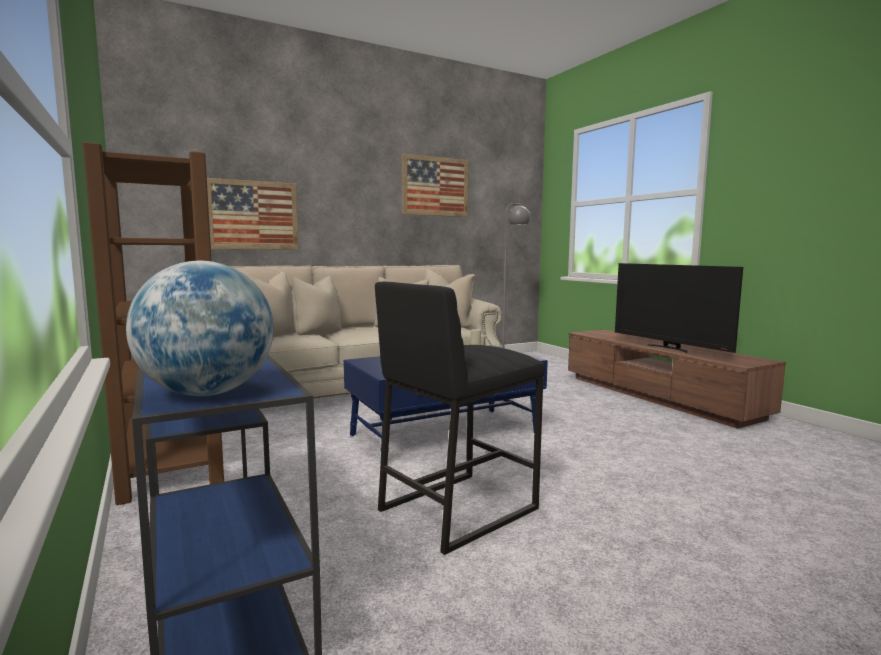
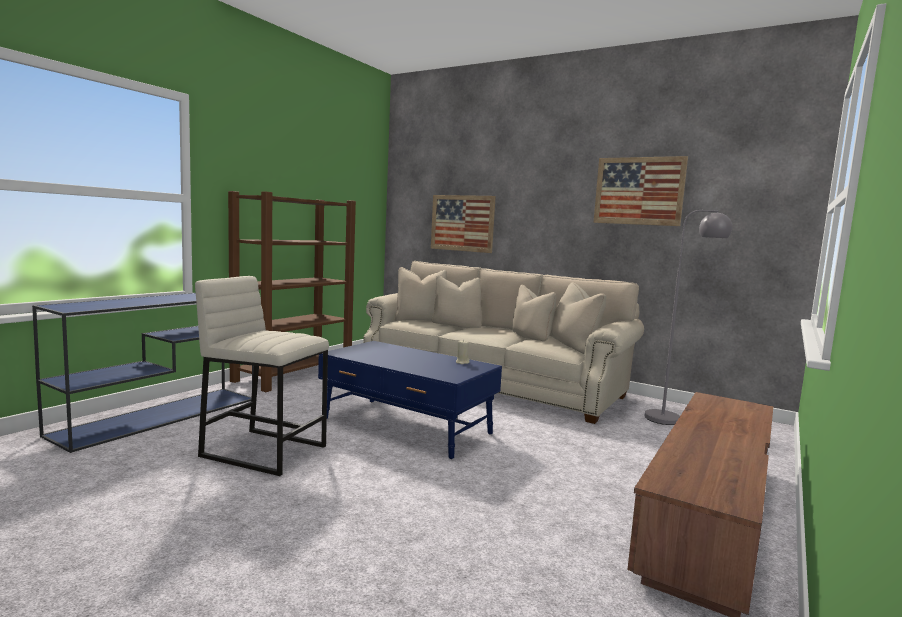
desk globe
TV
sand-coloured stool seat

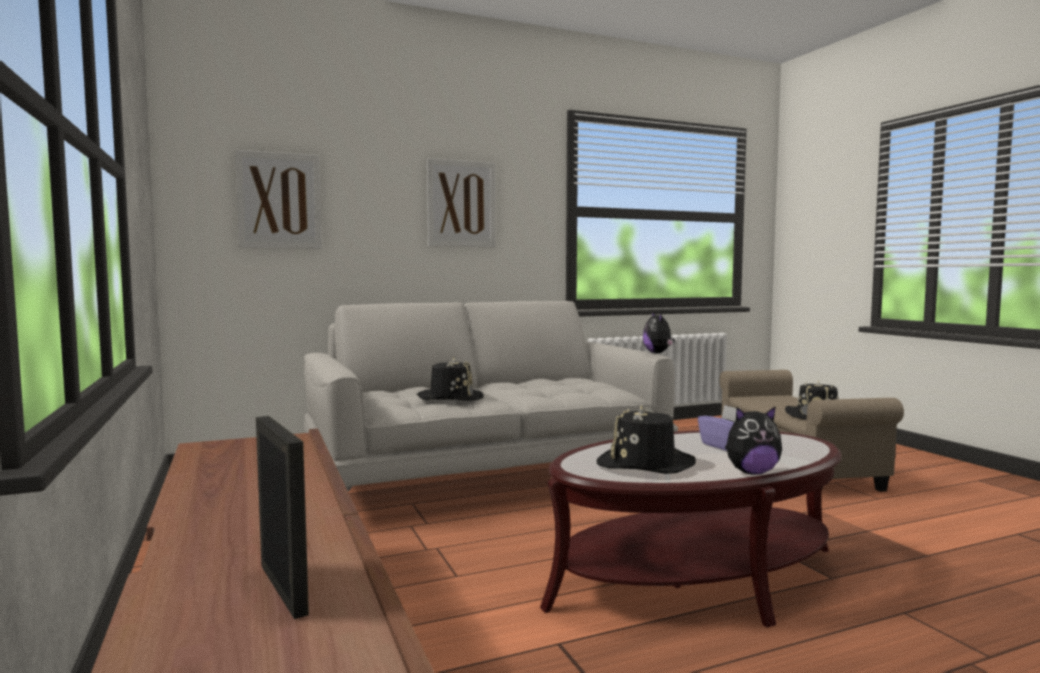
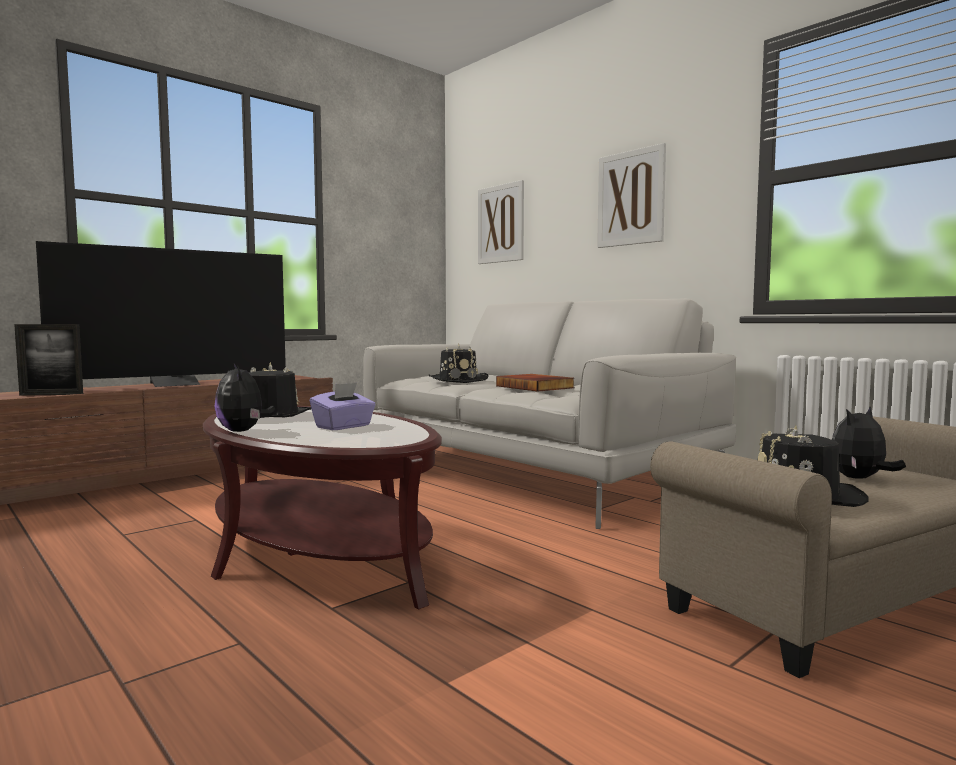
soft toy (no. 2 from left)
standing frame
TV
volume

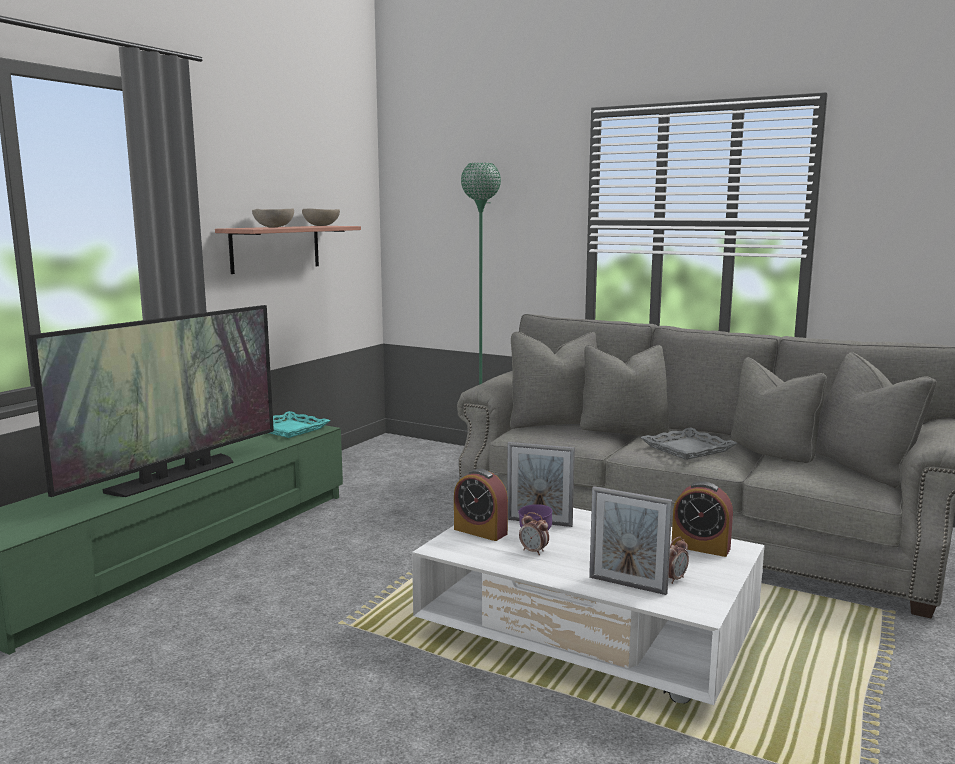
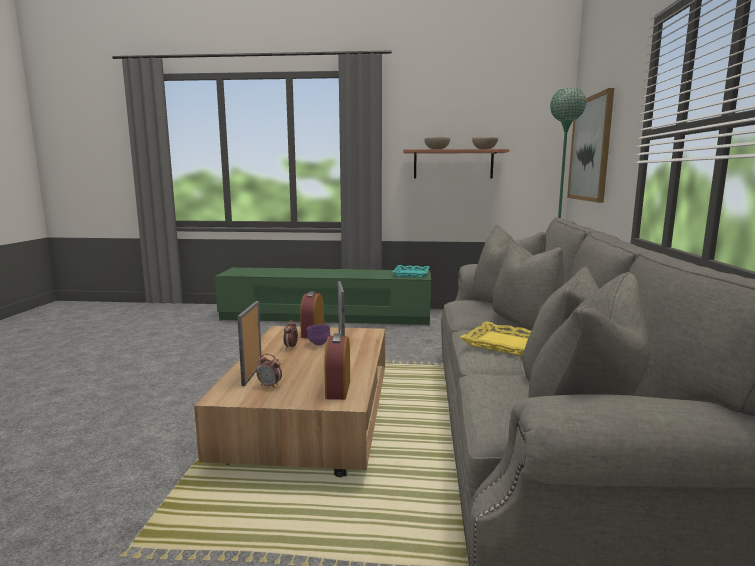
TV
yellowish serving tray
brownish coffee table
wall art

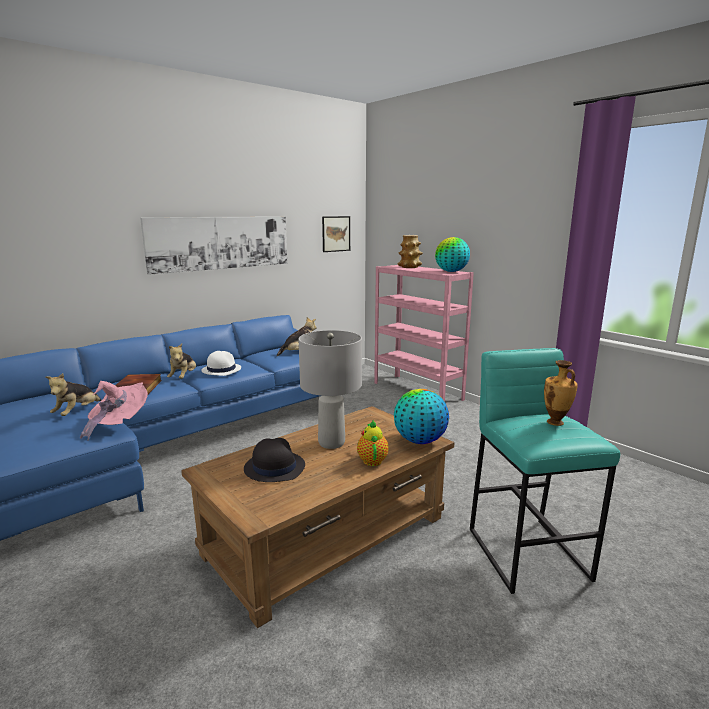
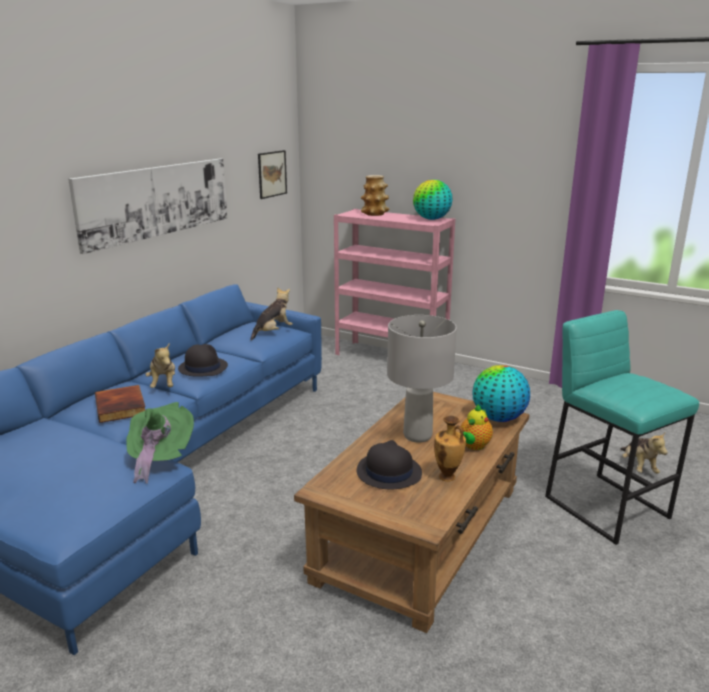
black-coloured clothing hat (no. 1 from left)
decorative vase (no. 2 from left)
soft toy (no. 3 from left)
greenish clothing hat
pot for tea

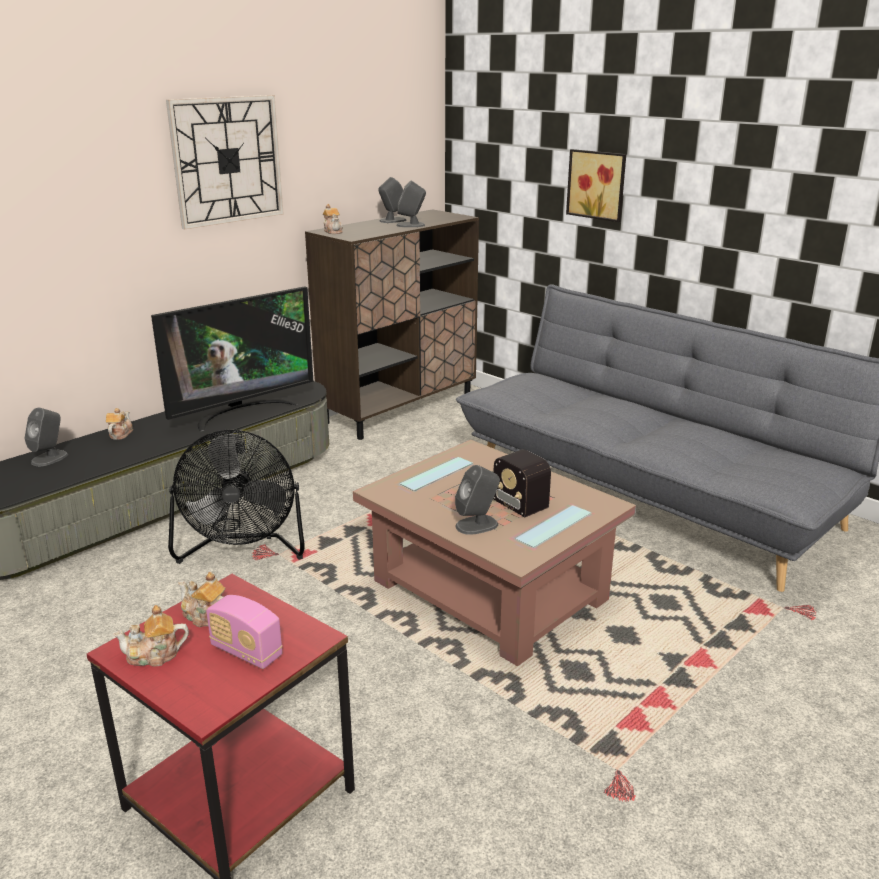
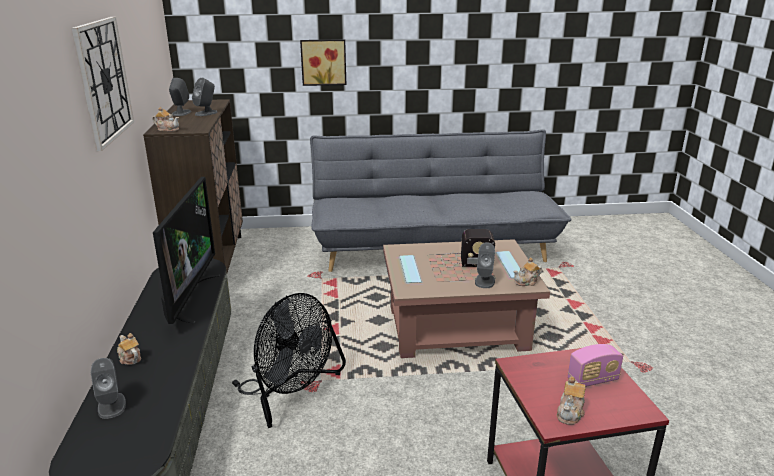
pot for tea (no. 3 from left)

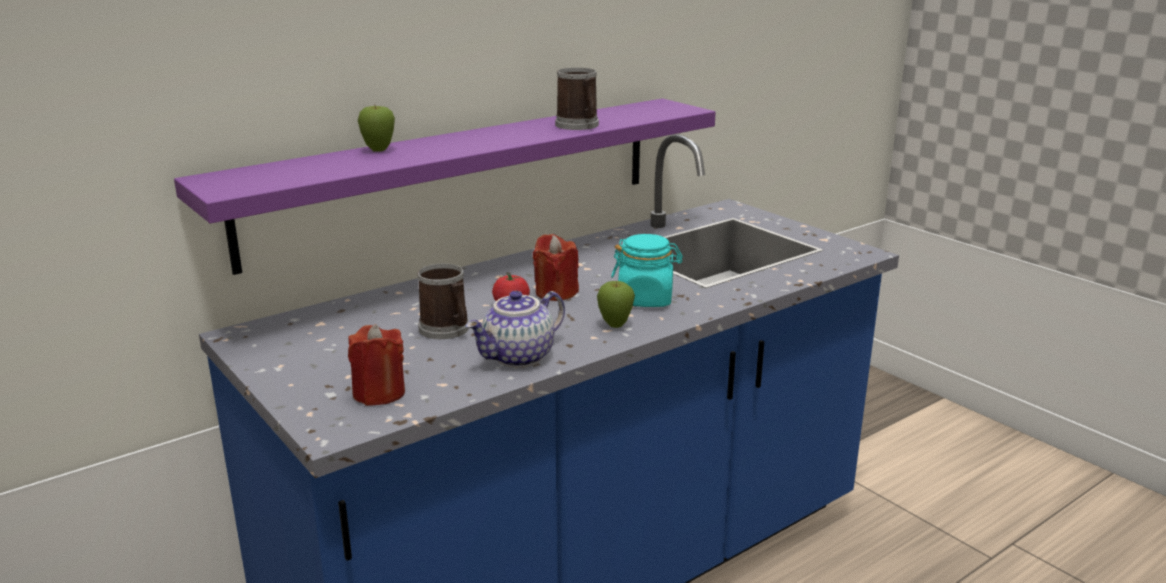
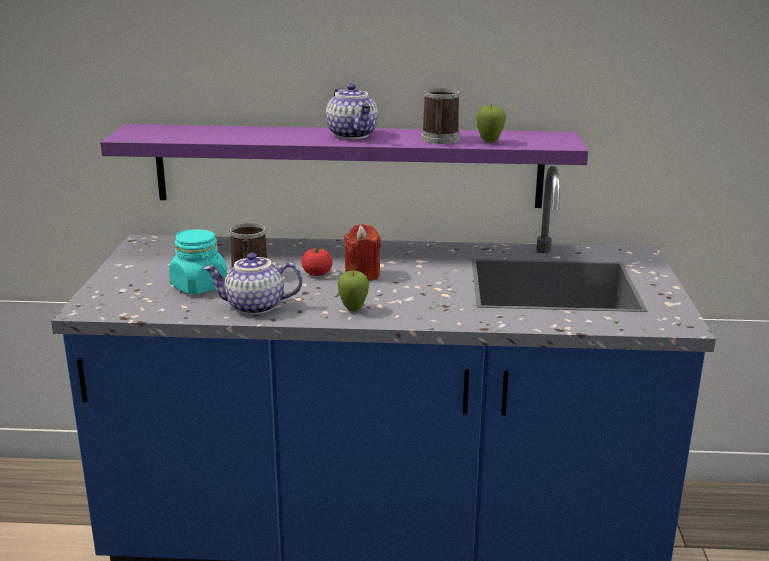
apple (no. 2 from left)
blue-green storage jar
red-coloured candle (no. 1 from left in the first image)
pot for tea (no. 2 from left)

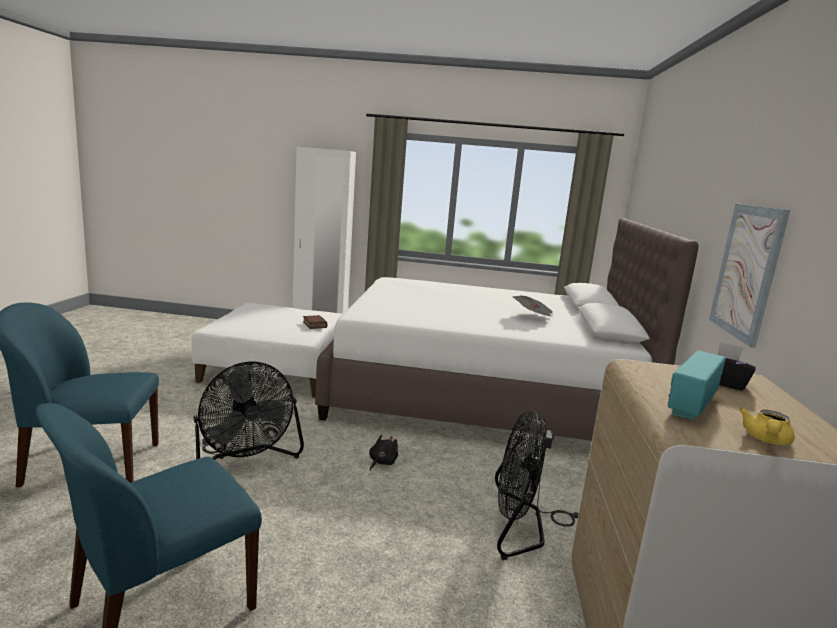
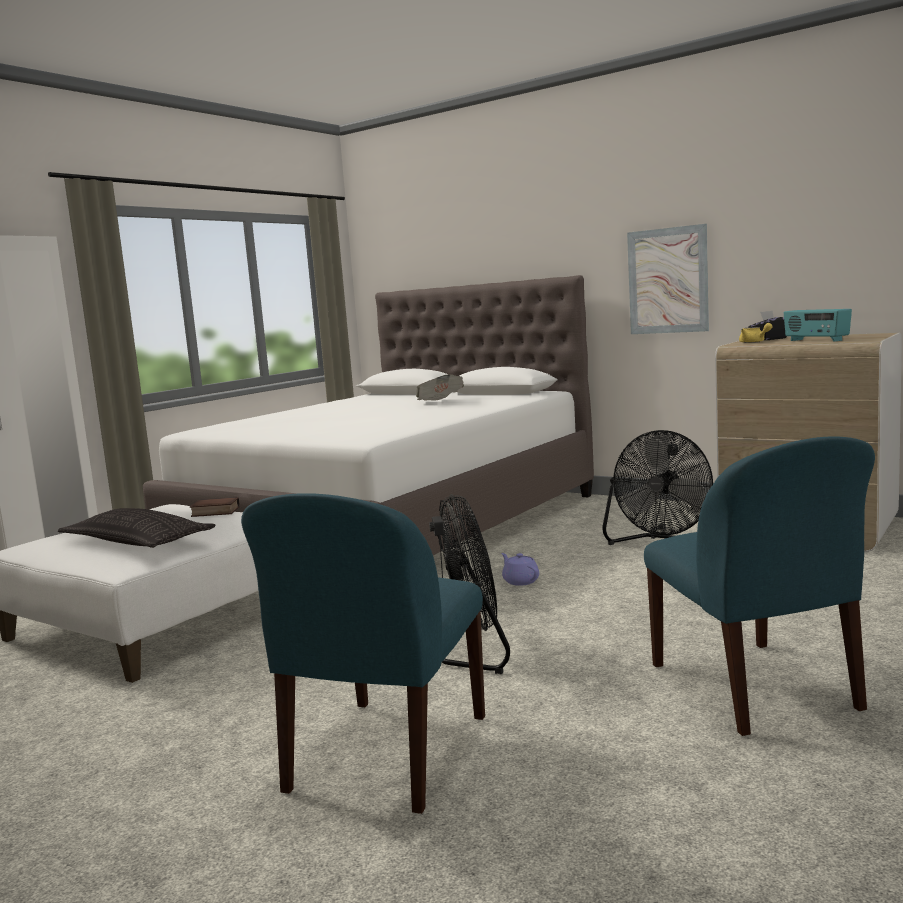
yellowish pot for tea
purple-coloured pot for tea
pillow

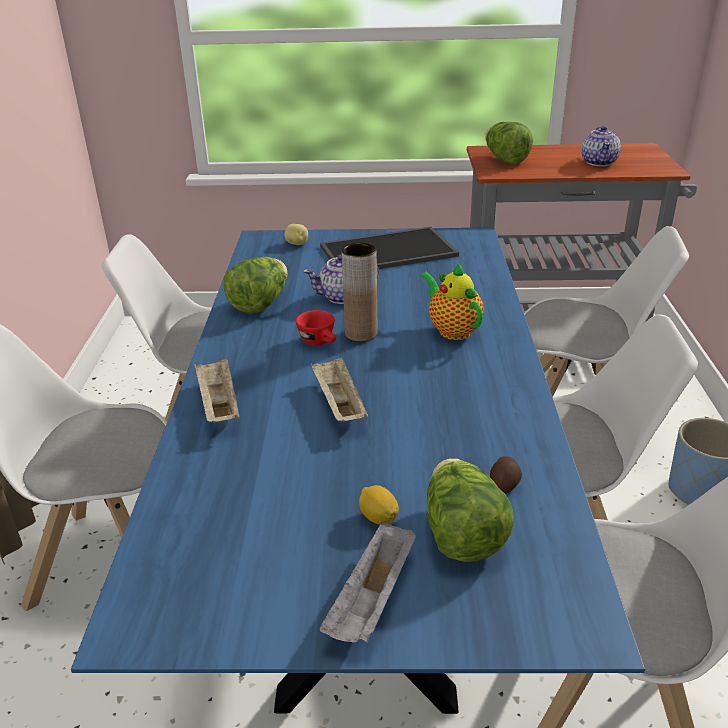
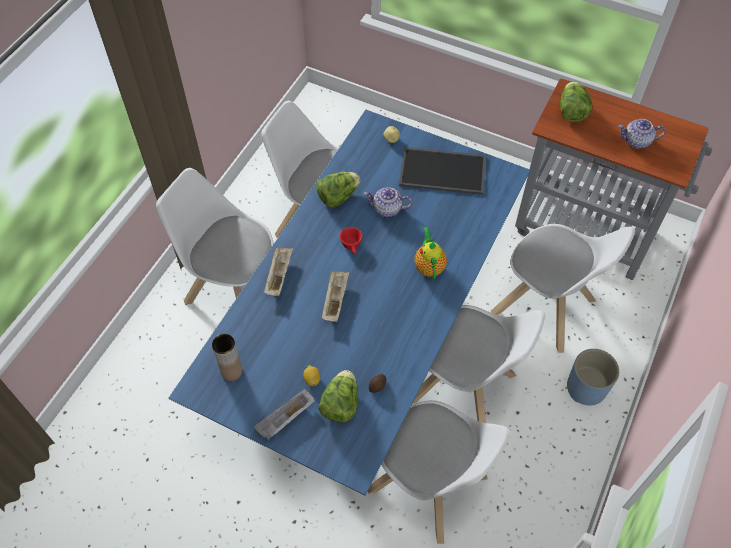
pot for tea (no. 3 from left)
brownish decorative vase

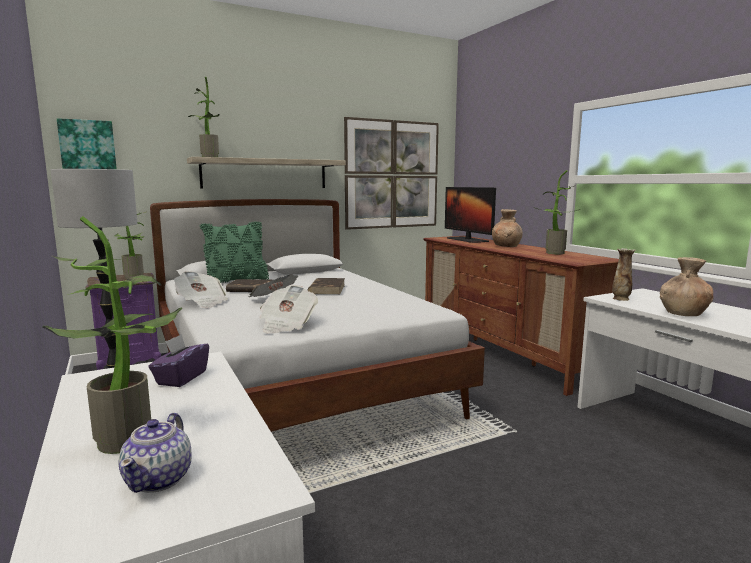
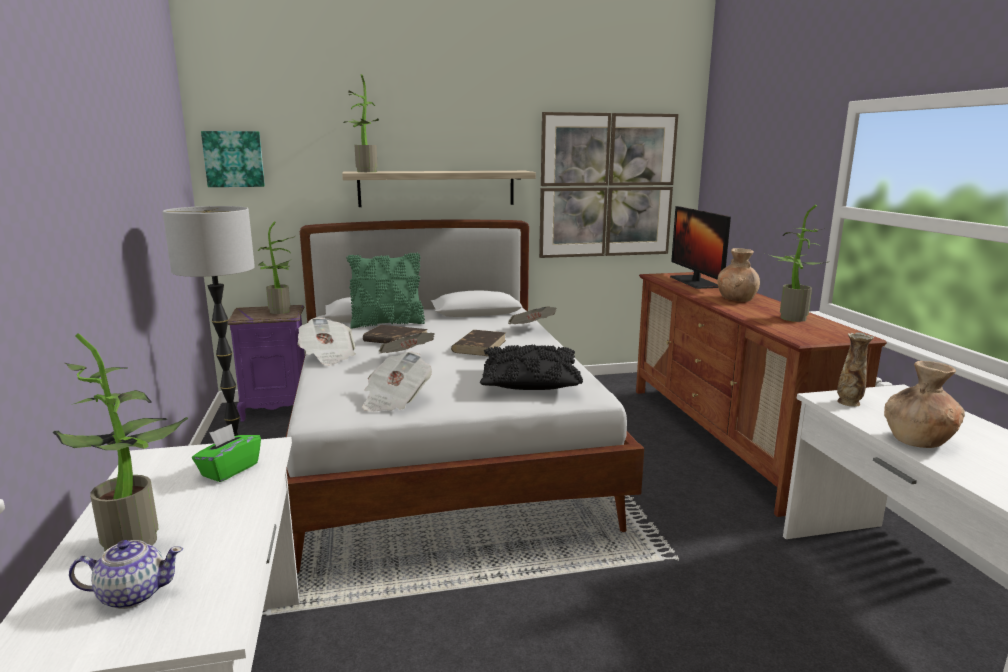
greenish tissue holder
pot for tea
daily paper (no. 4 from left)
black-coloured pillow

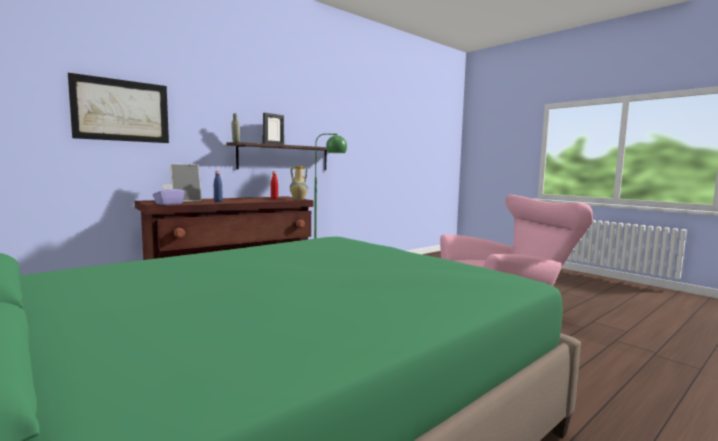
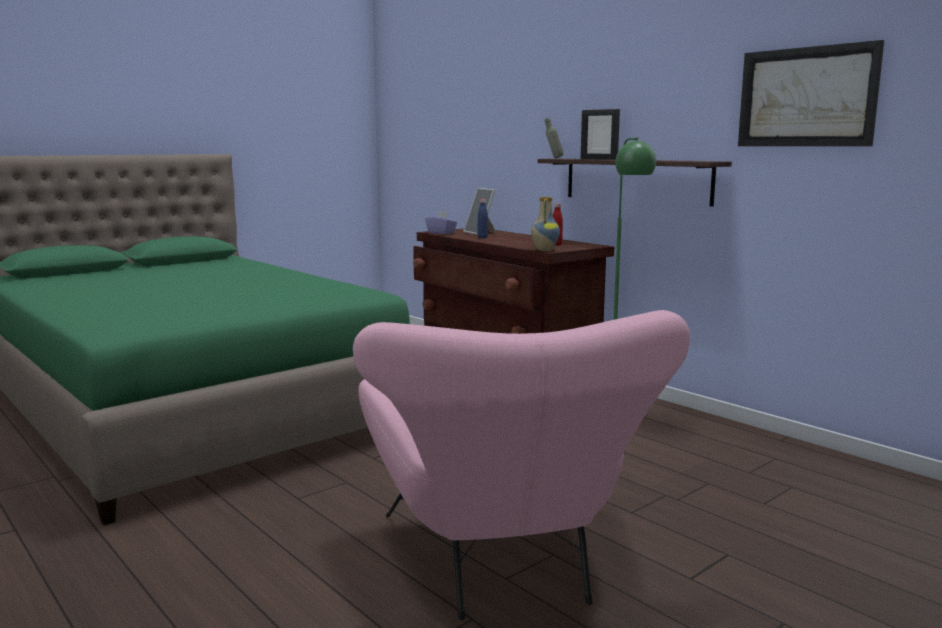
wall art

